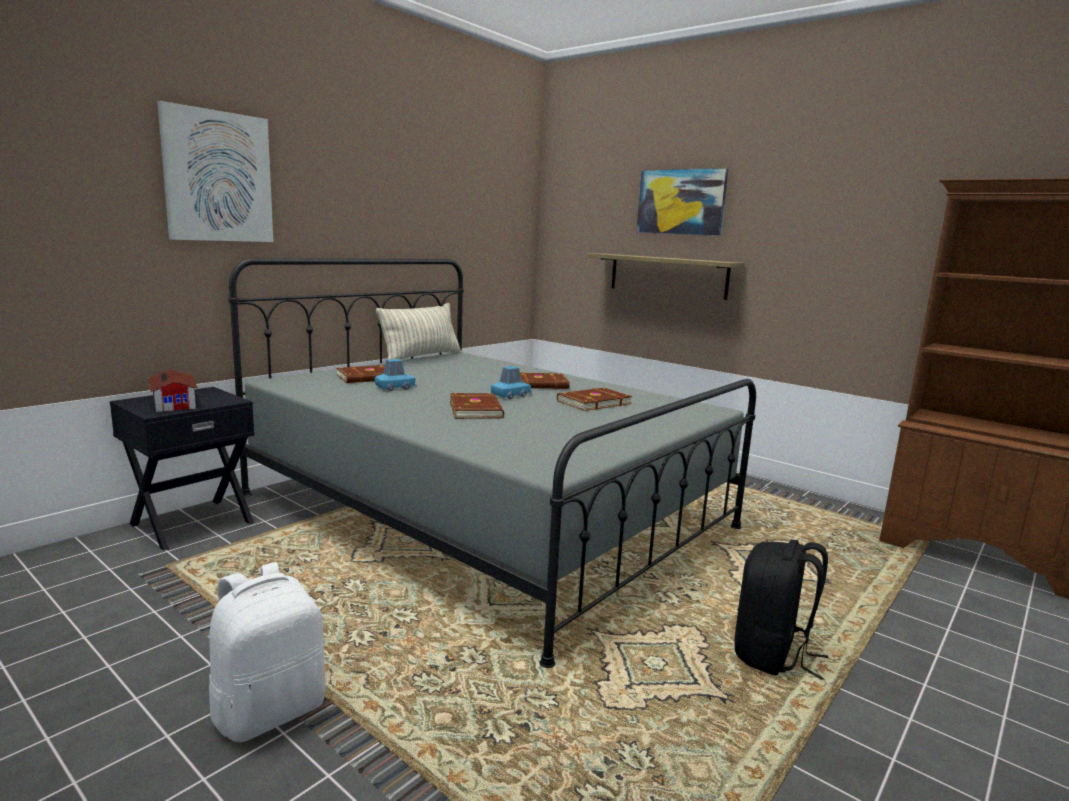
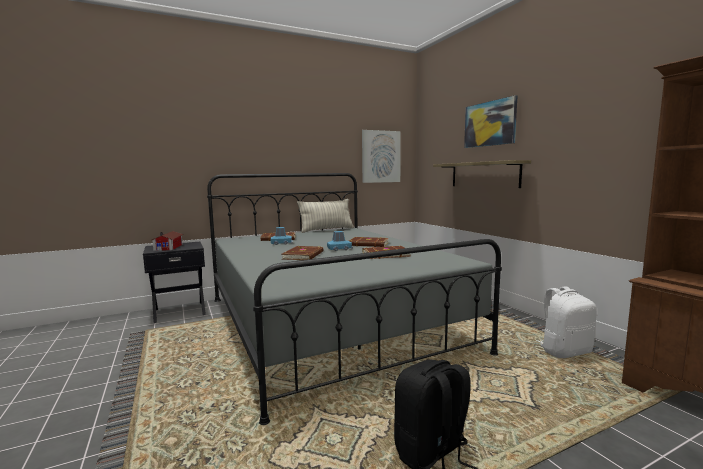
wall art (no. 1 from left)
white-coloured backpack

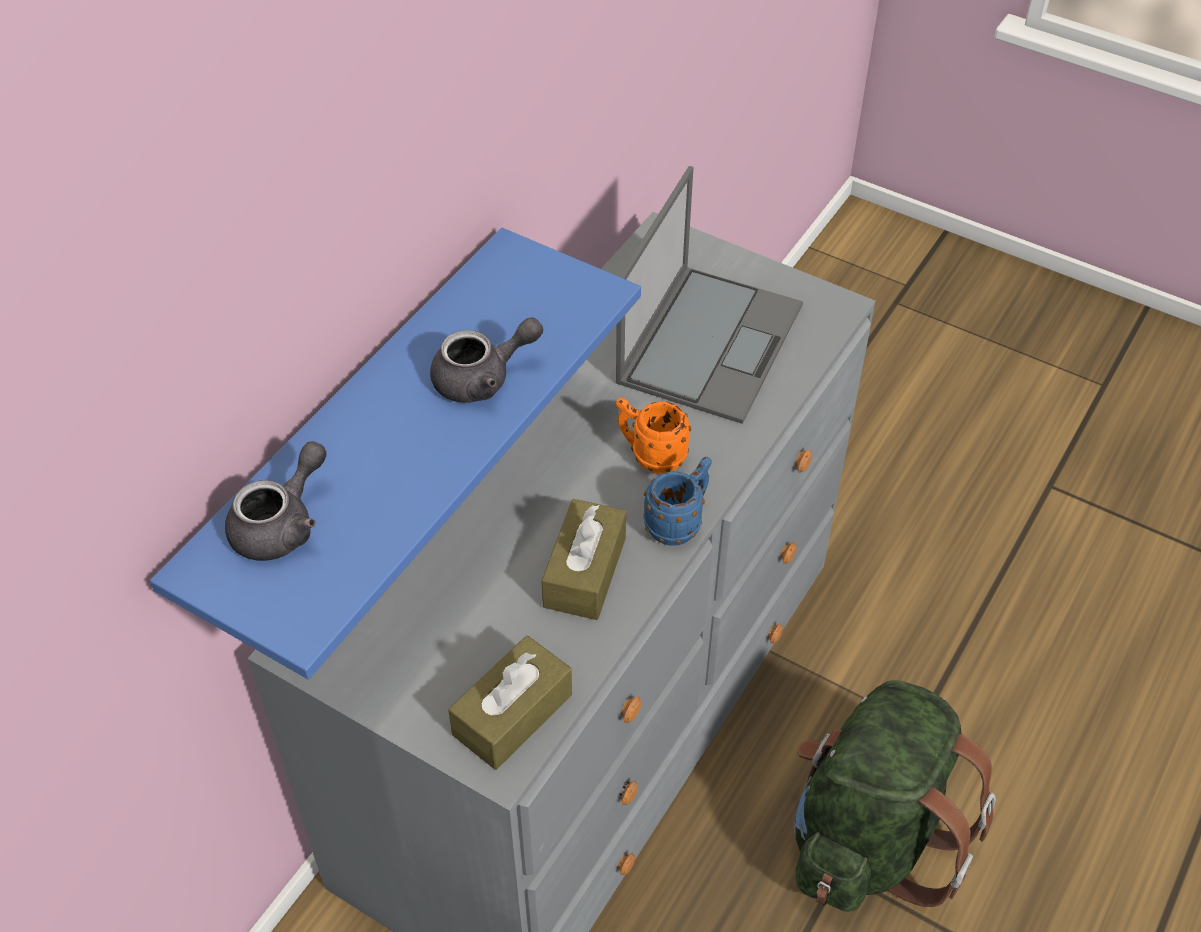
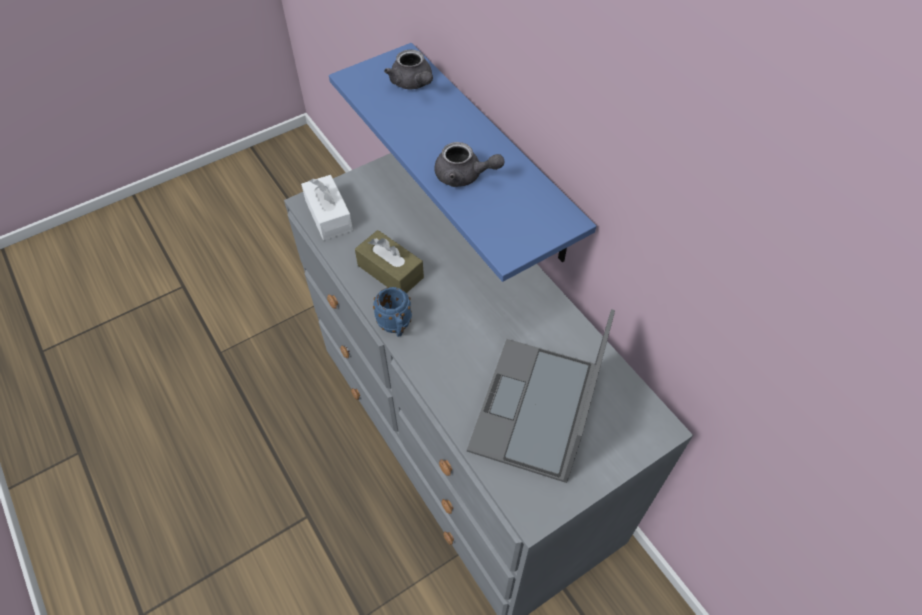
portable computer
gray pot for tea (no. 2 from left)
orange mug
white-coloured tissue holder
greenish backpack

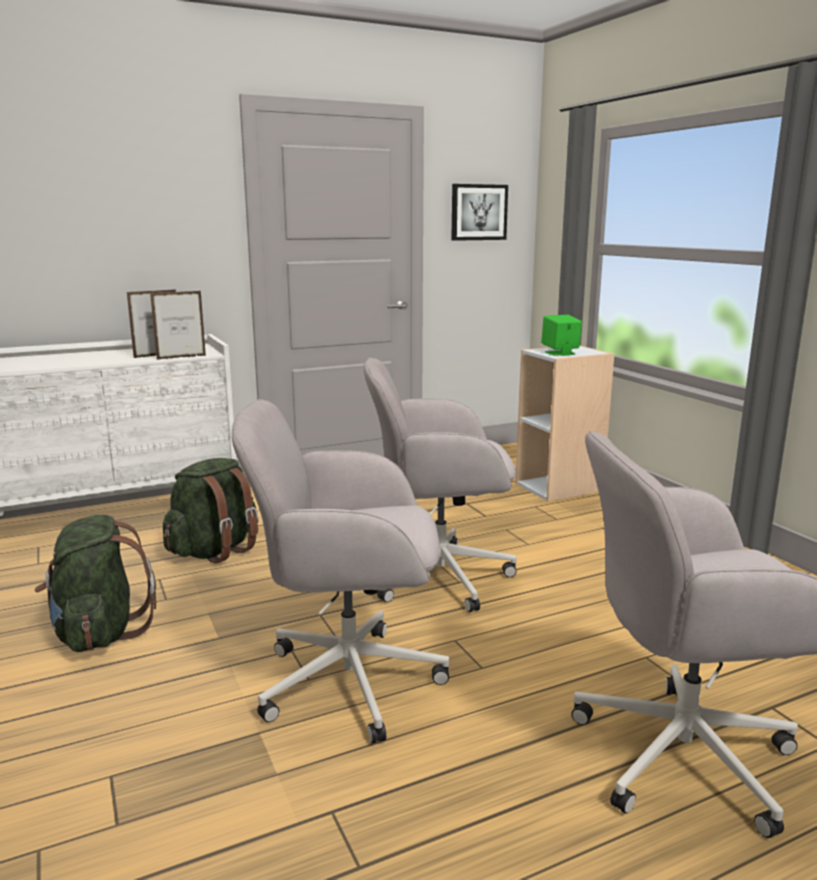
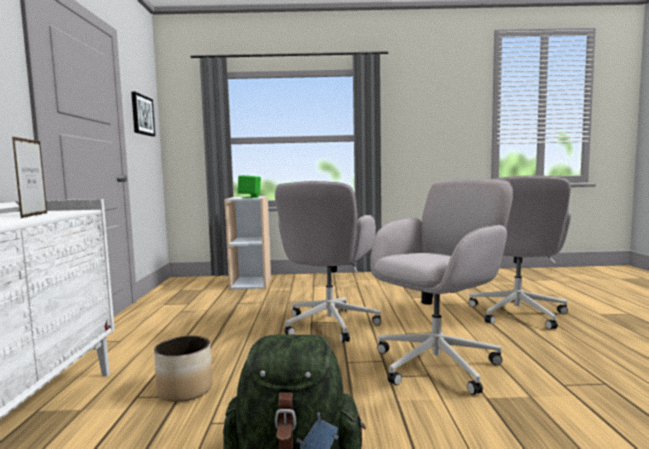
standing frame (no. 2 from left in the first image)
gray computer chair (no. 2 from left)
flower pot

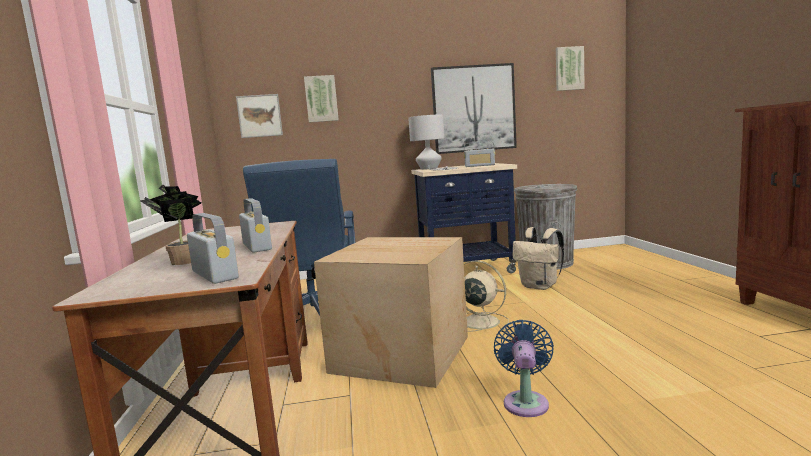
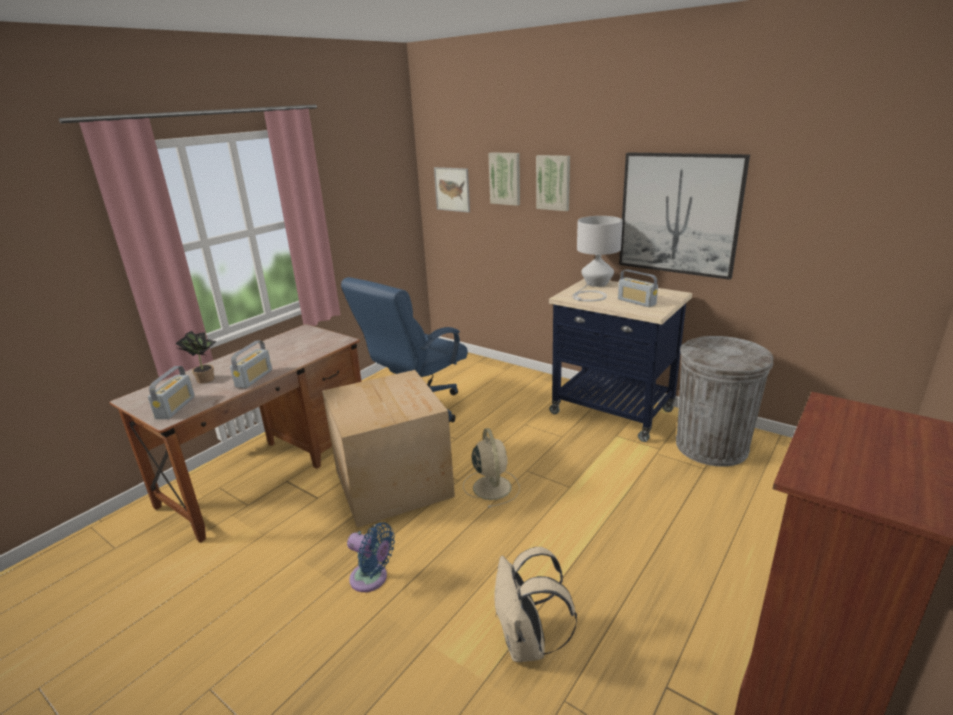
wall art (no. 3 from left)
sand-coloured backpack
blue-coloured cooling fan

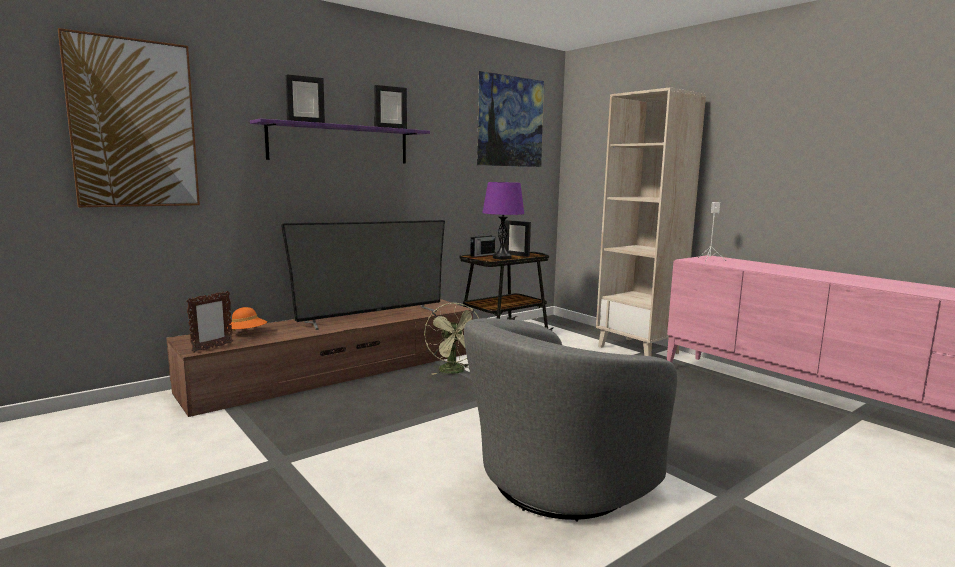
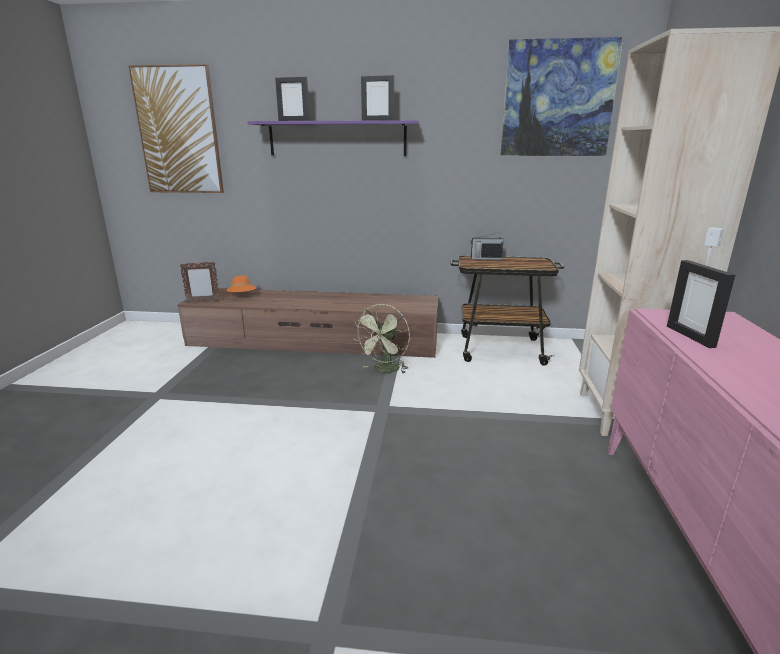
purple-coloured tabletop lamp
TV
standing frame (no. 4 from left)
gray lounge chair

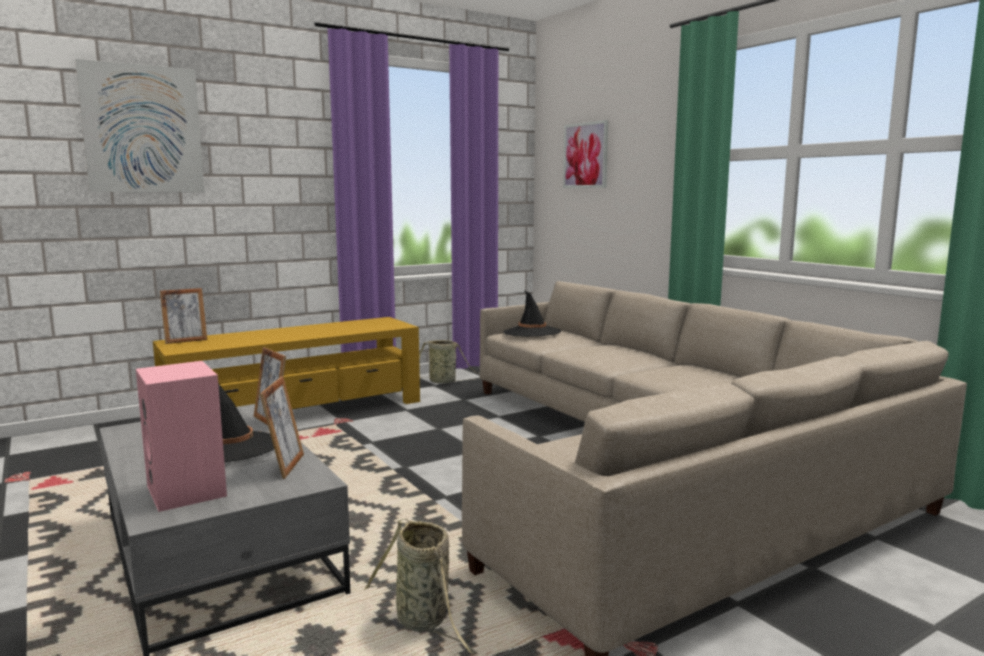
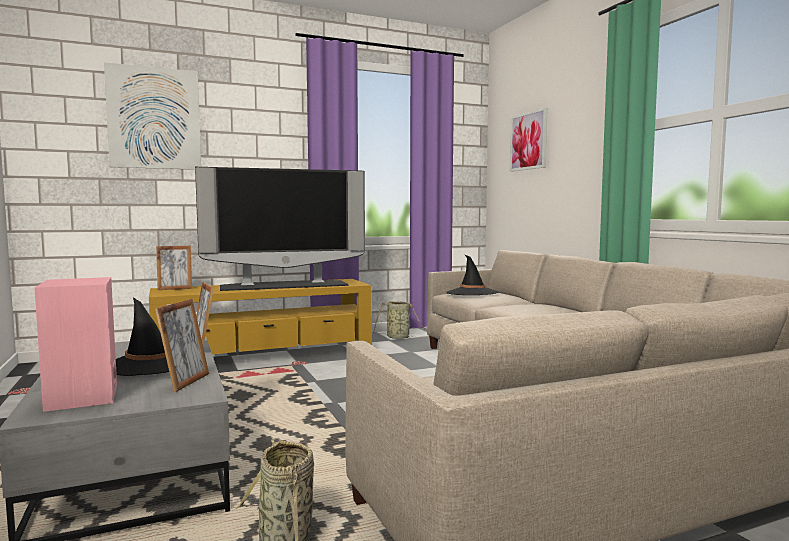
TV

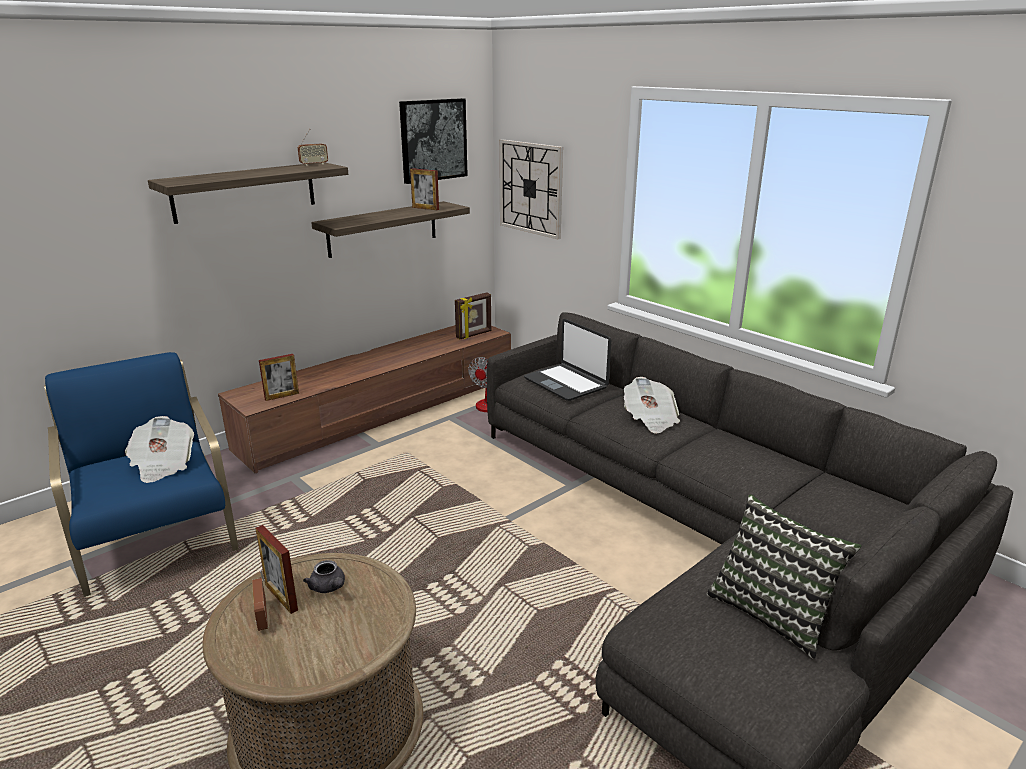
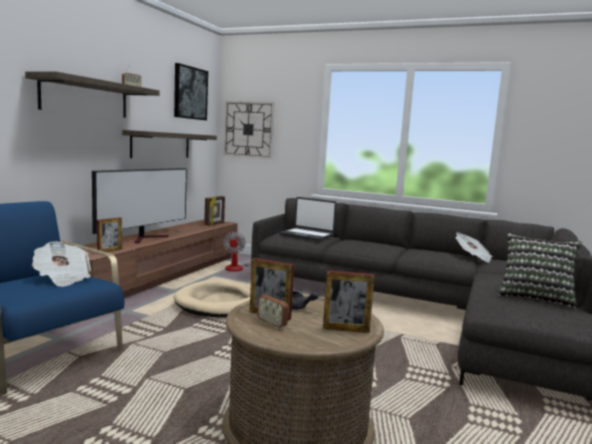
standing frame (no. 4 from left)
daily paper (no. 2 from left)
TV
sand-coloured pet bed

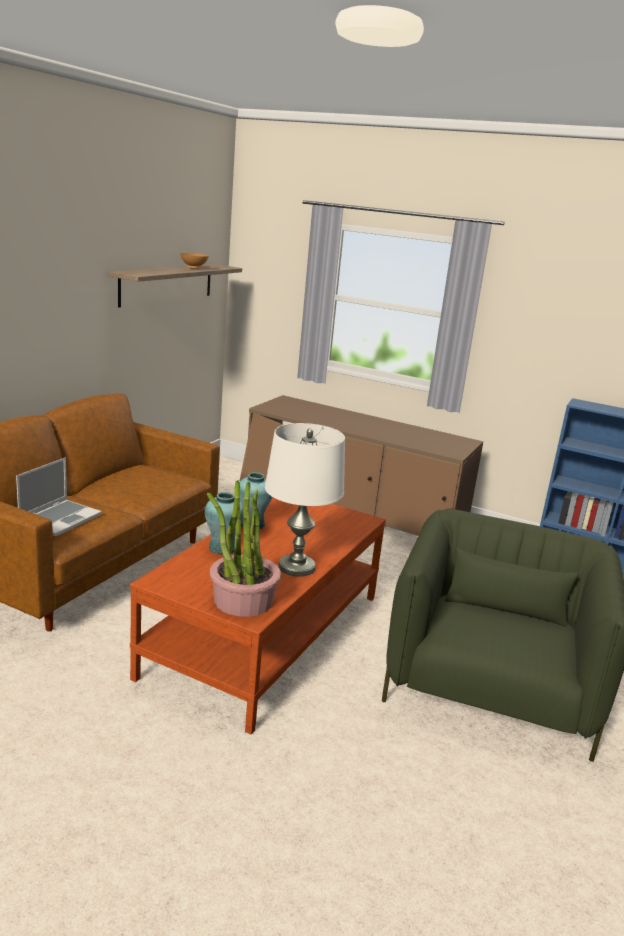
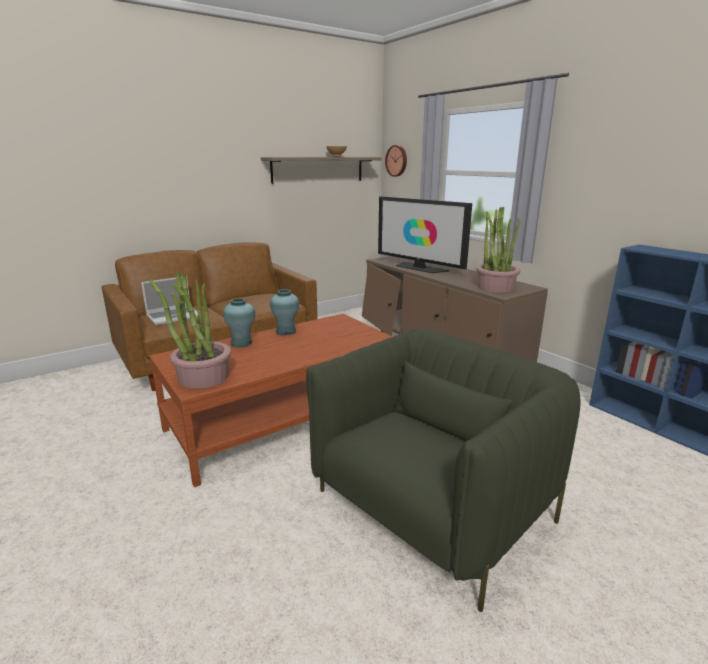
white-coloured tabletop lamp
wall clock
TV
potted plant (no. 2 from left)

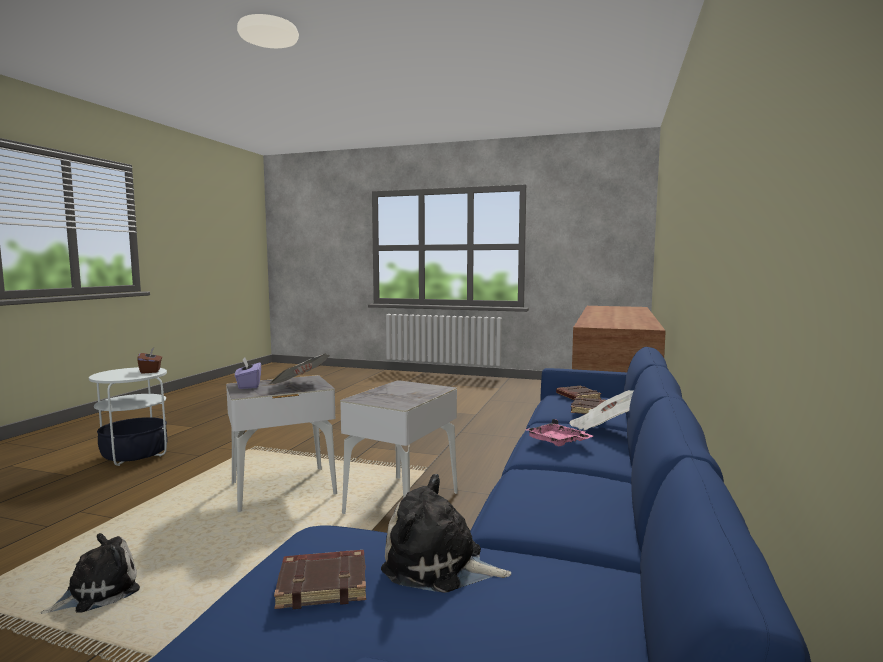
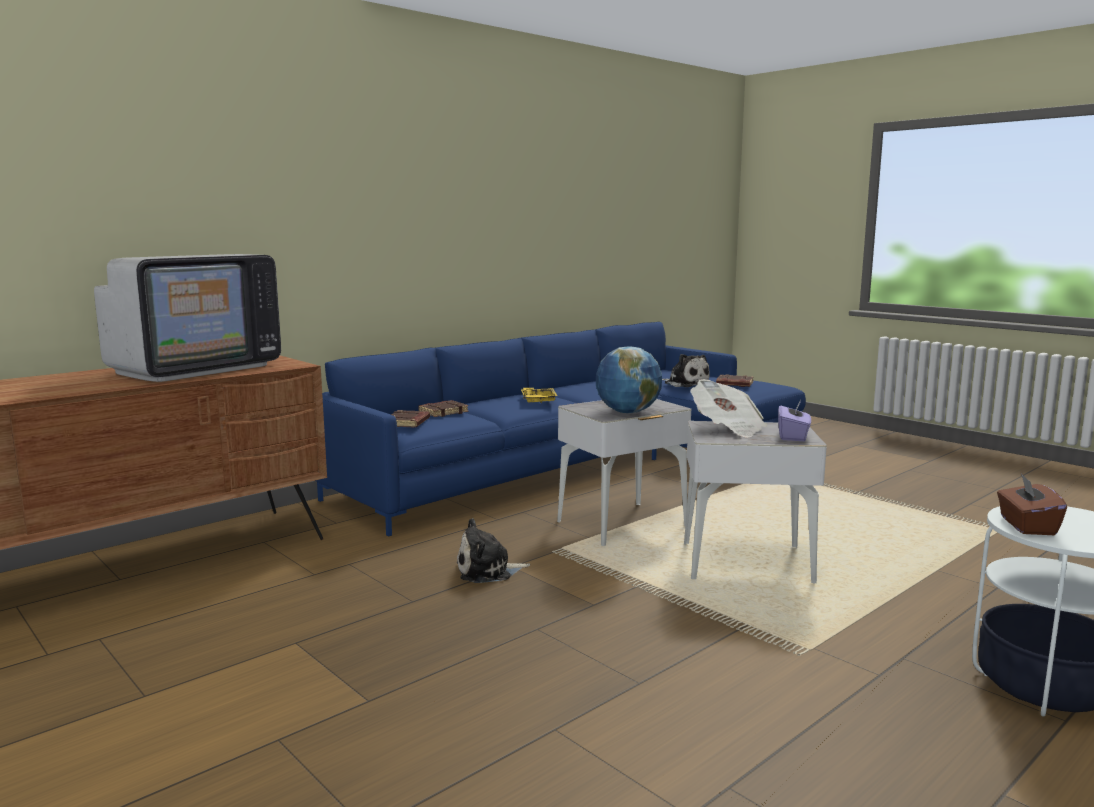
daily paper (no. 2 from left in the first image)
yellowish serving tray
soft toy (no. 1 from left)
TV
desk globe

